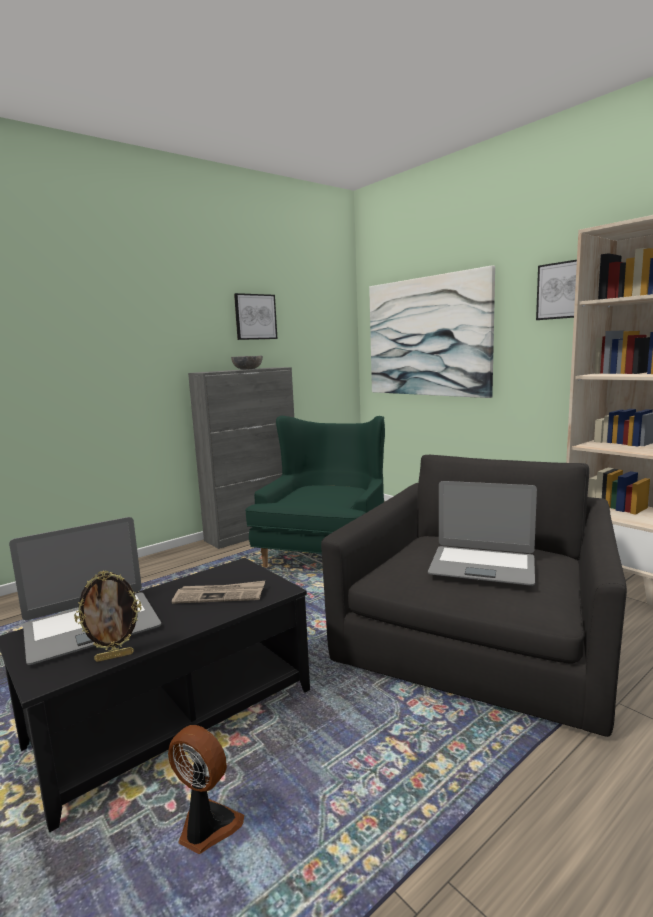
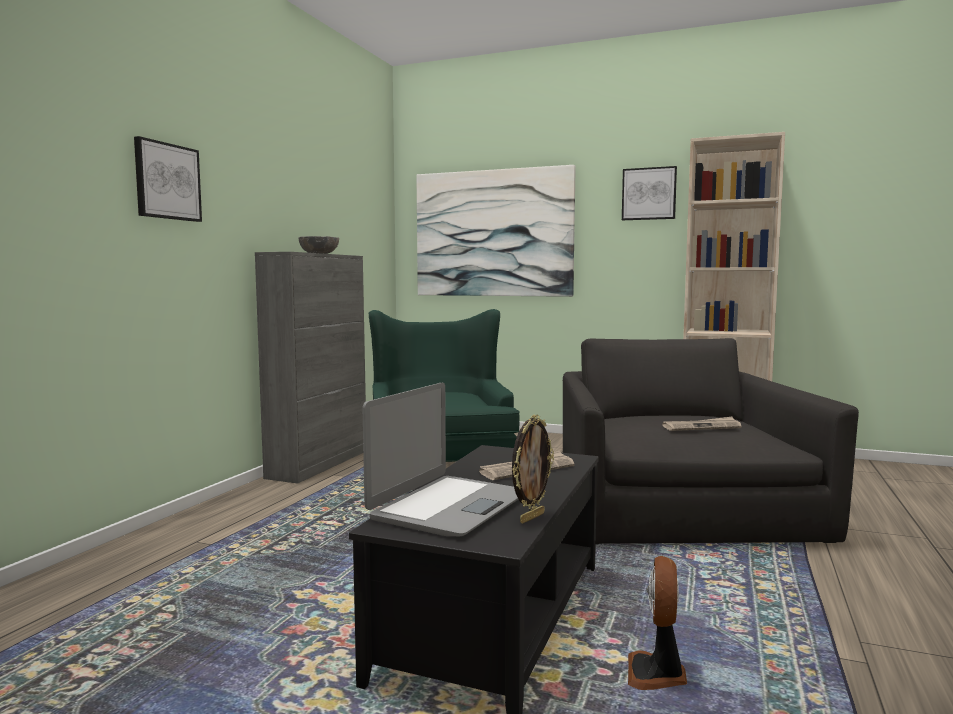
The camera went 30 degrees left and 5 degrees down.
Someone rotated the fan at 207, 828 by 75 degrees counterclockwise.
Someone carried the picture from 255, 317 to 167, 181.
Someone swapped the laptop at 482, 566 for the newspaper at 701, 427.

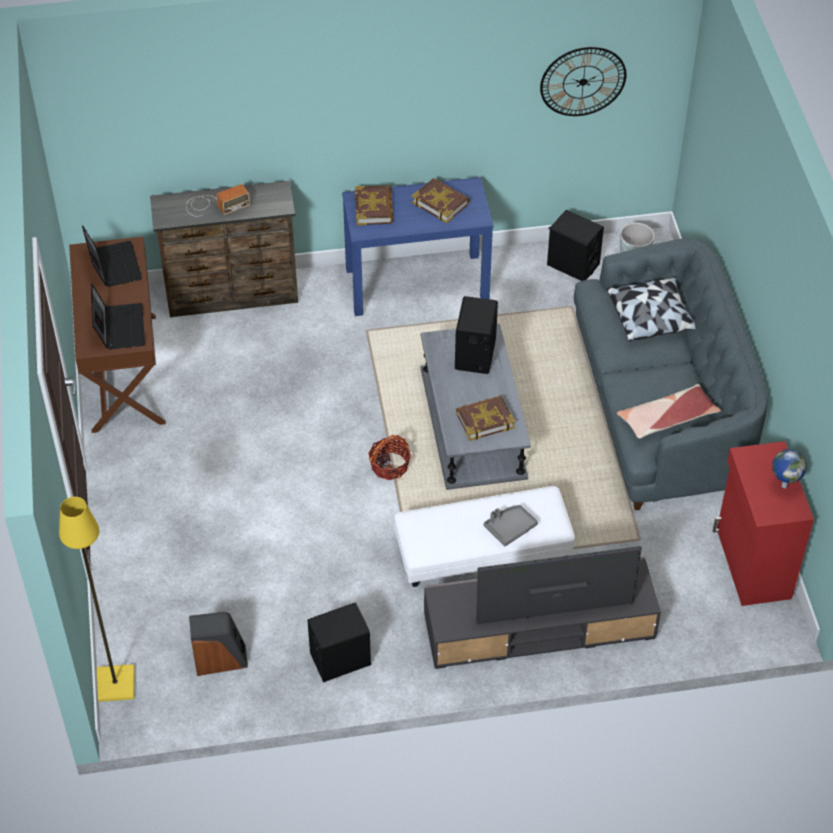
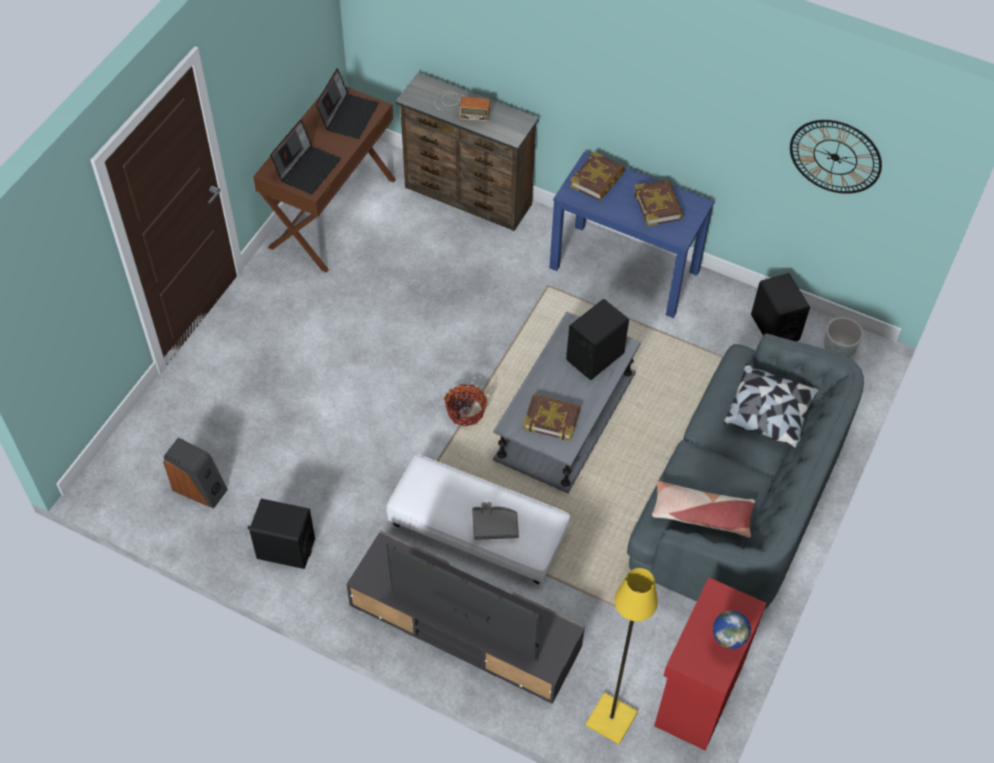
The camera went 35 degrees right and 5 degrees up.
Someone carried the yellow floor lamp from 114, 683 to 611, 718.

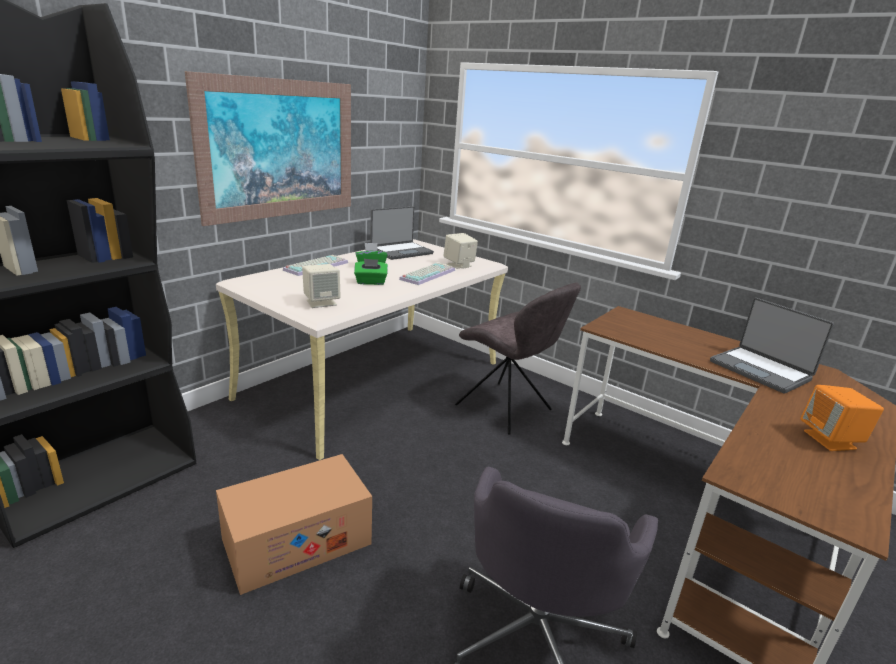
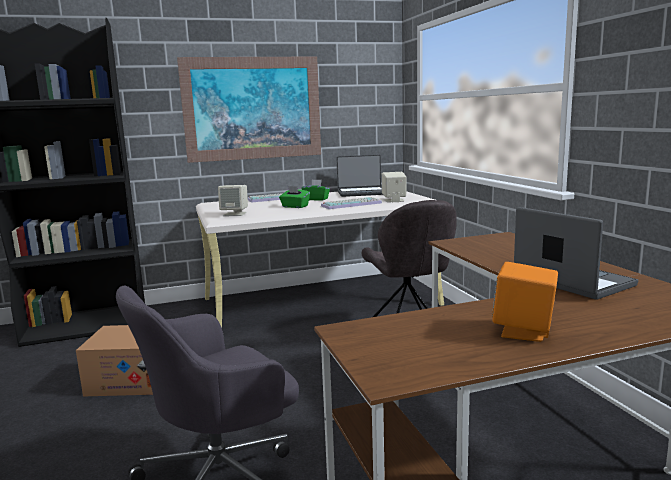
The camera went 35 degrees right and 10 degrees down.
Someone rotated the laptop at 761, 370 by 150 degrees clockwise.

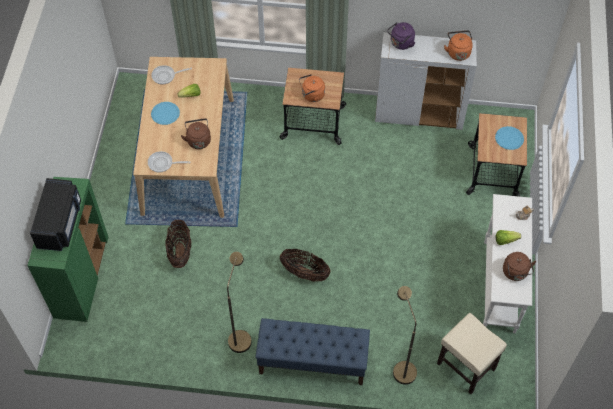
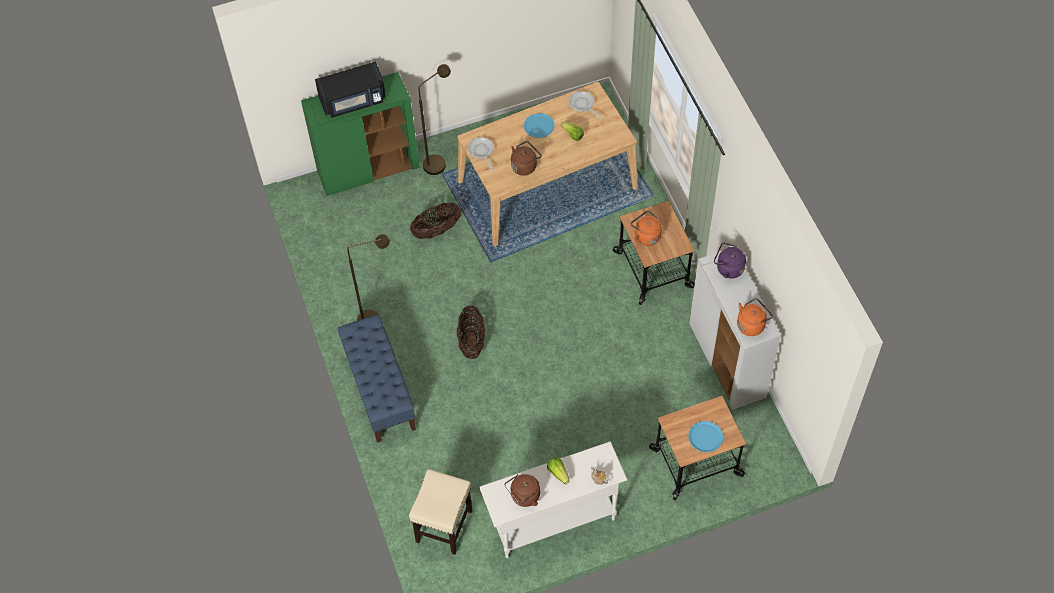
The camera went 65 degrees right and 0 degrees up.
Someone carried the brown floor lamp from 401, 367 to 438, 161.

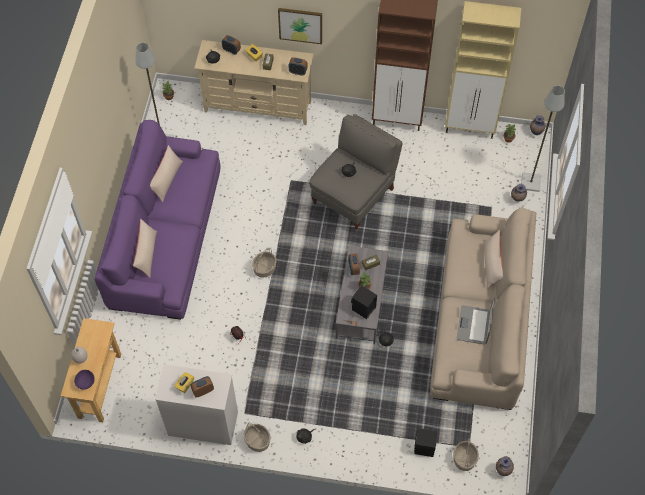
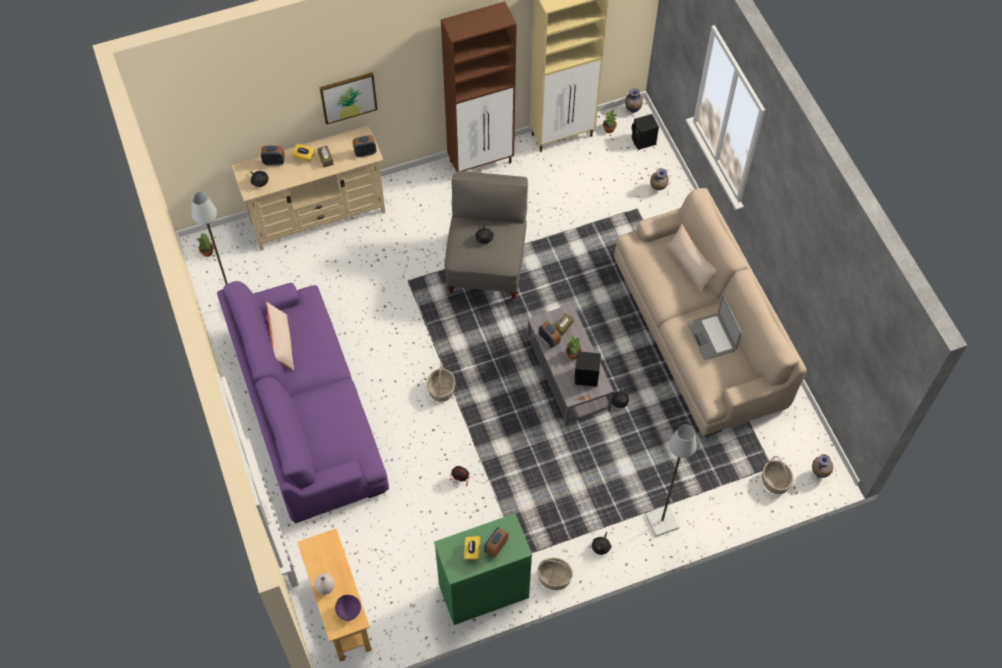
The camera went 30 degrees left and 0 degrees up.
Someone took away the beige pillow at 146, 254.
Someone repainted the white dresser at 202, 423, which became the green dresser at 483, 591.
Someone carried the black speaker from 424, 448 to 643, 141.
Someone carried the grey floor lamp from 530, 182 to 661, 521.

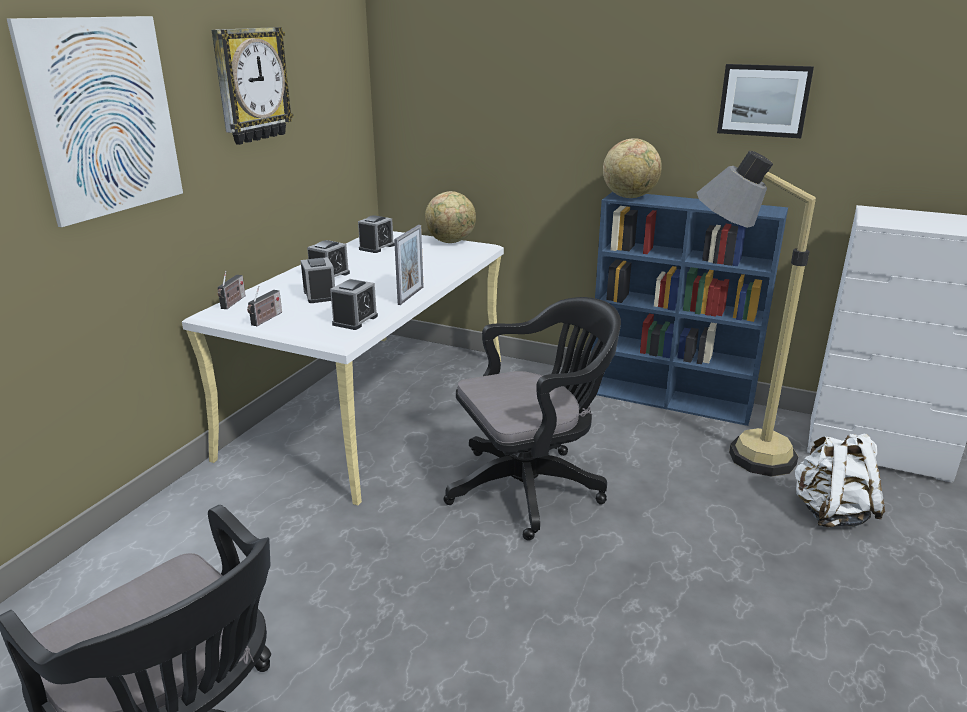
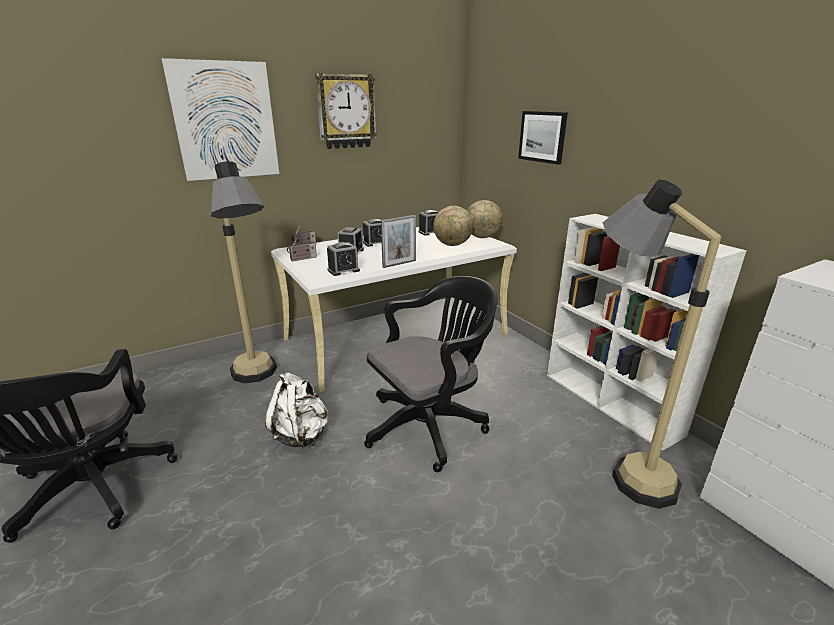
The camera went 35 degrees right and 0 degrees up.
Someone rotated the black office chair at 532, 487 by 45 degrees counterclockwise.
Someone repainted the blue bookcase at 671, 400, which became the white bookcase at 611, 403.
Someone carried the globe from 629, 197 to 452, 245.
Someone carried the picture from 764, 100 to 542, 137.
Someone carried the white backpack from 830, 513 to 301, 435.
Someone put down the floor lamp at 260, 380.

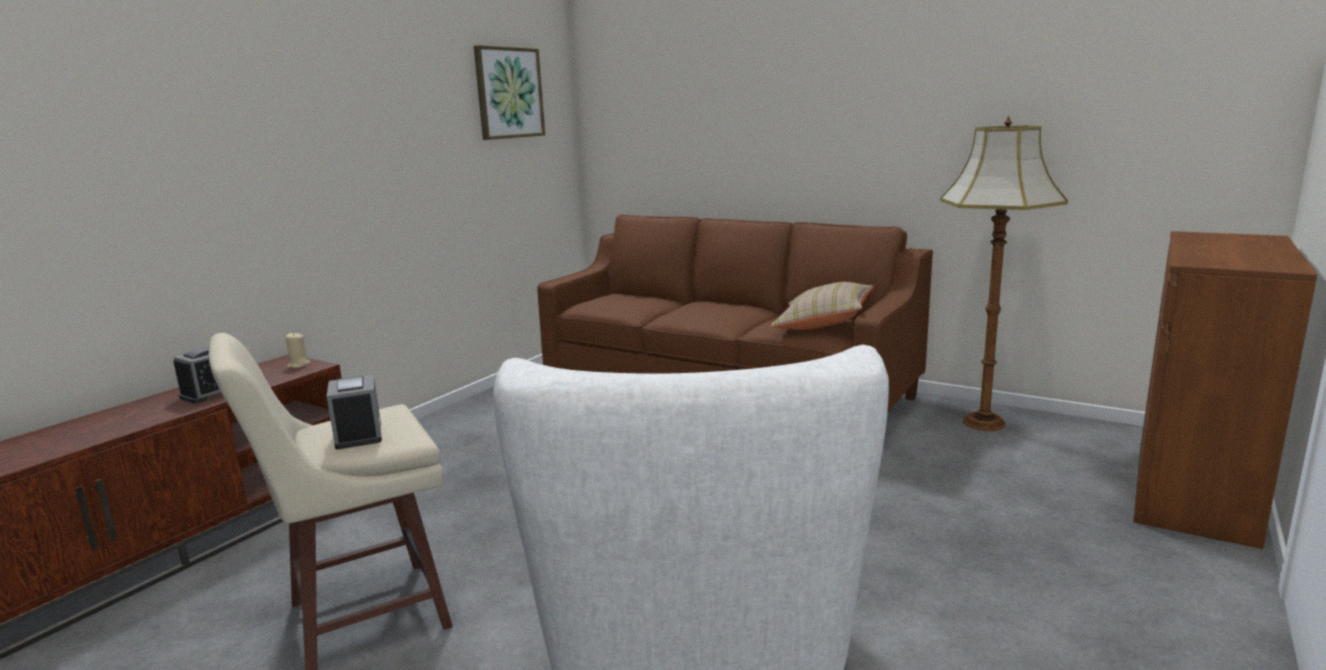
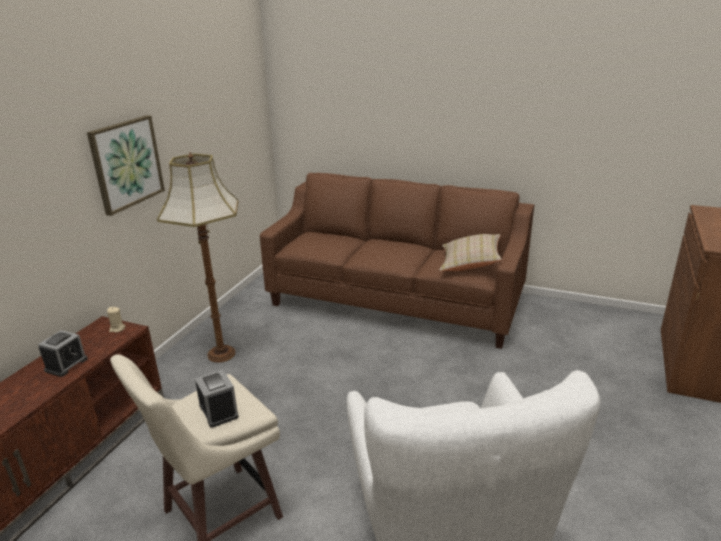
The camera went 10 degrees left and 10 degrees up.
Someone carried the picture from 508, 93 to 126, 163.
Someone carried the floor lamp from 984, 422 to 222, 353.

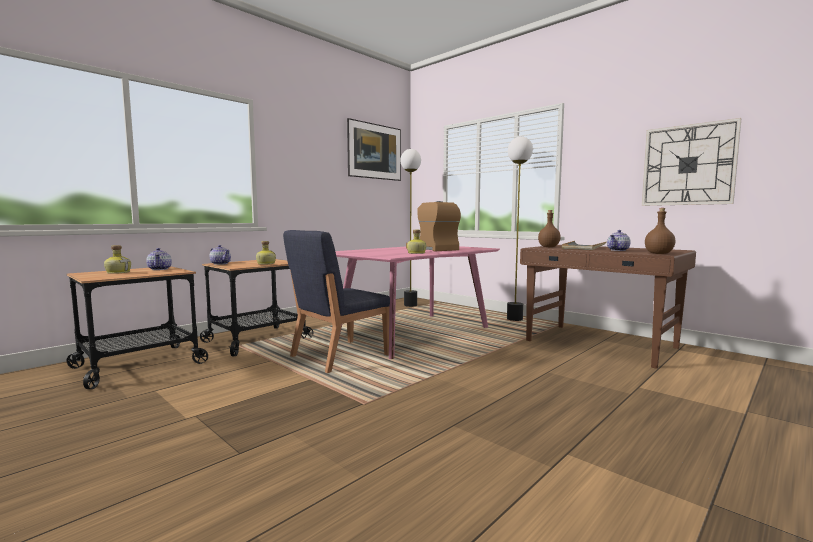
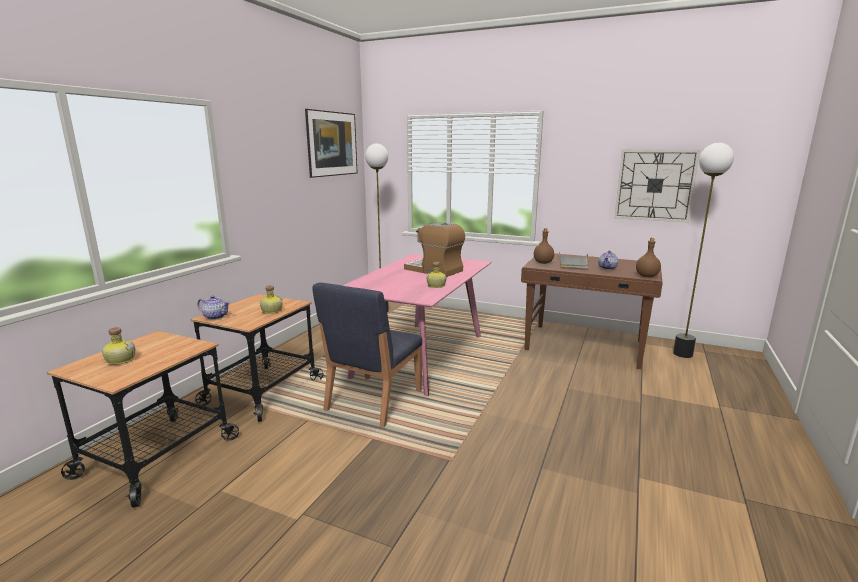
The camera went 20 degrees left and 10 degrees up.
Someone took away the teapot at 160, 269.
Someone carried the floor lamp from 515, 319 to 683, 354.

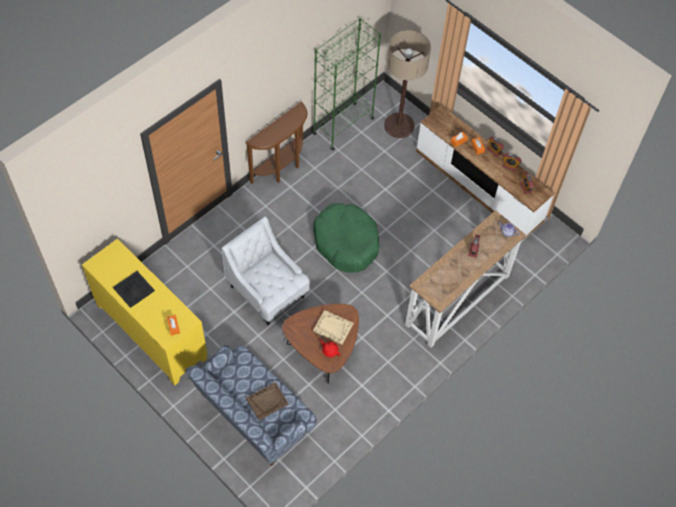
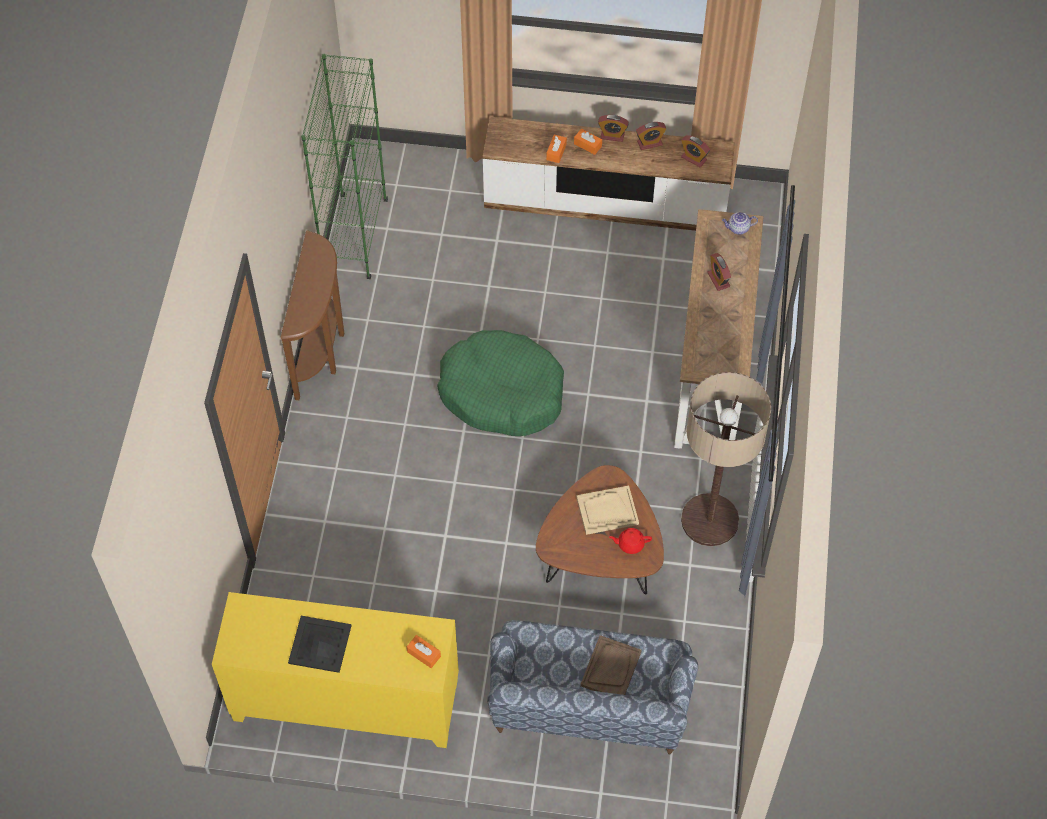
The camera went 35 degrees left and 0 degrees up.
Someone took away the white armchair at 268, 292.
Someone carried the floor lamp from 399, 126 to 710, 520.

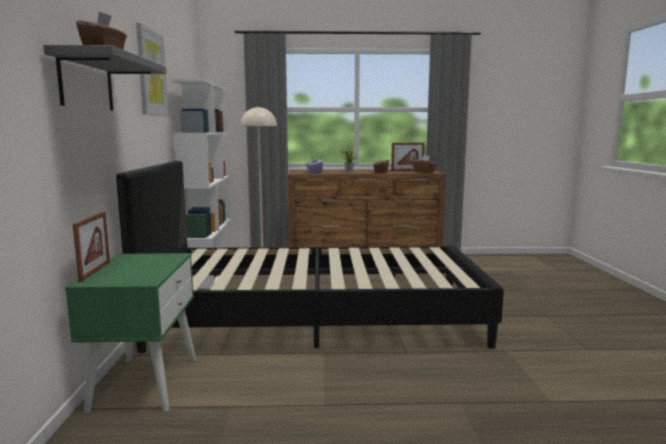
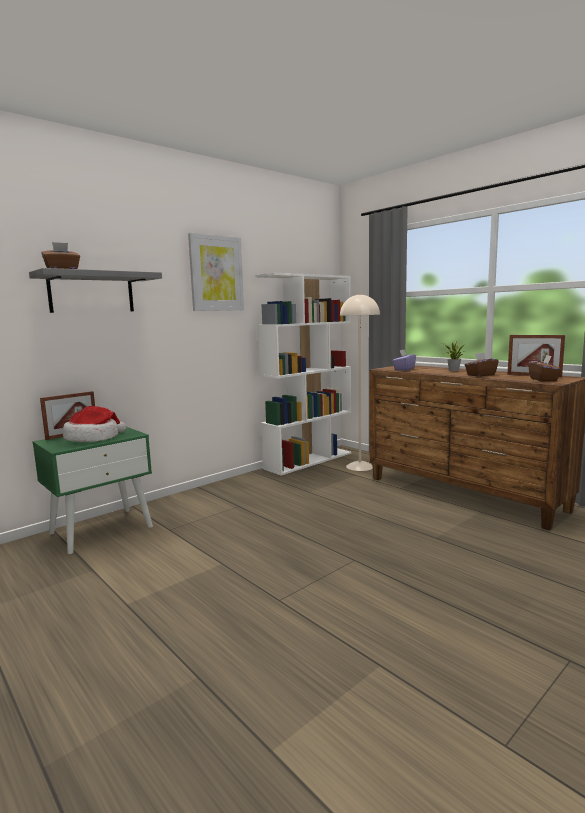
The camera went 50 degrees right and 0 degrees up.
Someone took away the black bed at 317, 318.
Someone put down the hat at 93, 438.

